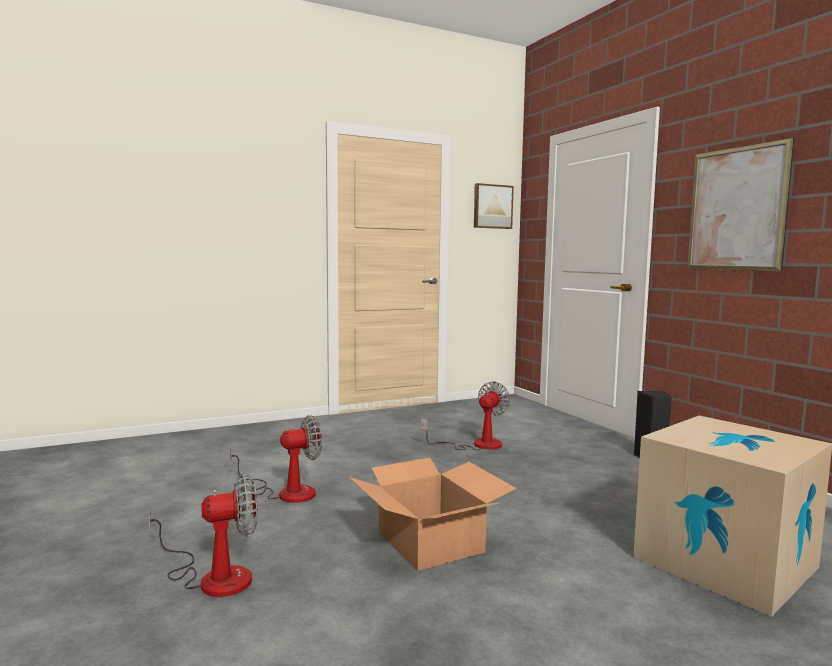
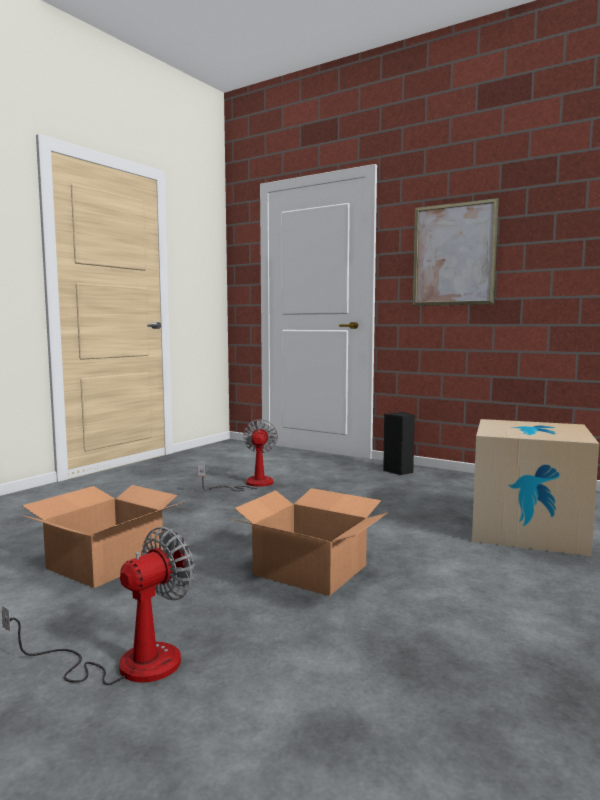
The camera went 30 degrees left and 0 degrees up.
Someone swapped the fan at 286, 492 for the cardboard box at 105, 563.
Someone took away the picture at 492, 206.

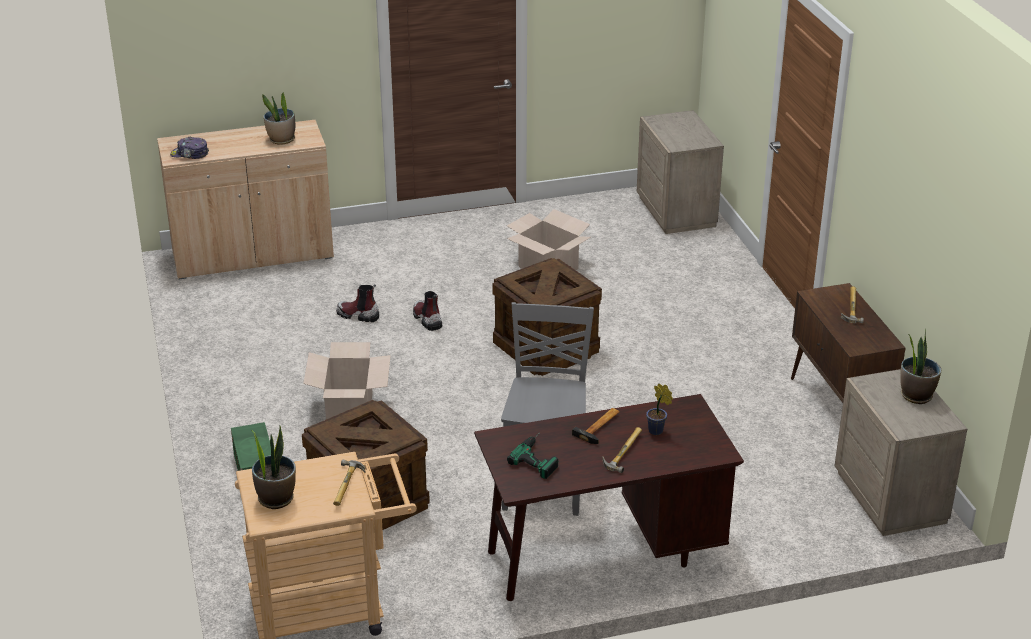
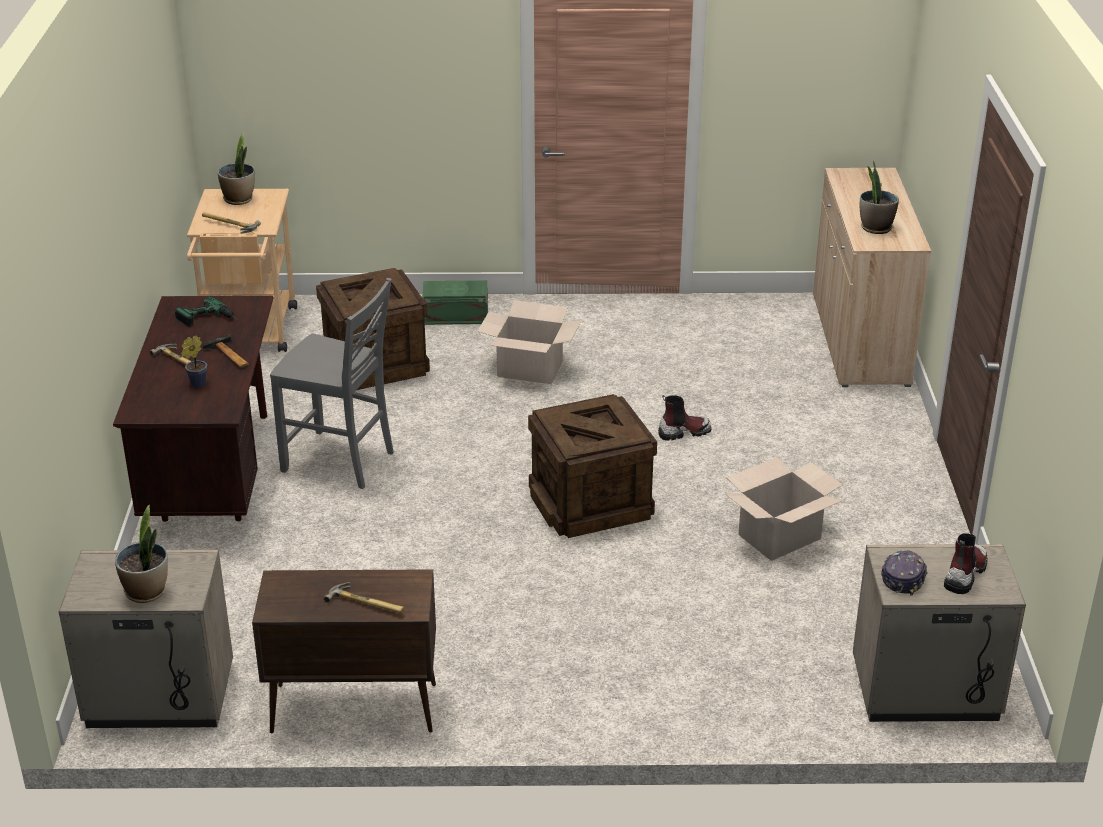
The camera went 105 degrees right and 0 degrees up.
Someone carried the cap from 189, 154 to 903, 577.
Someone carried the boot from 357, 315 to 964, 574.

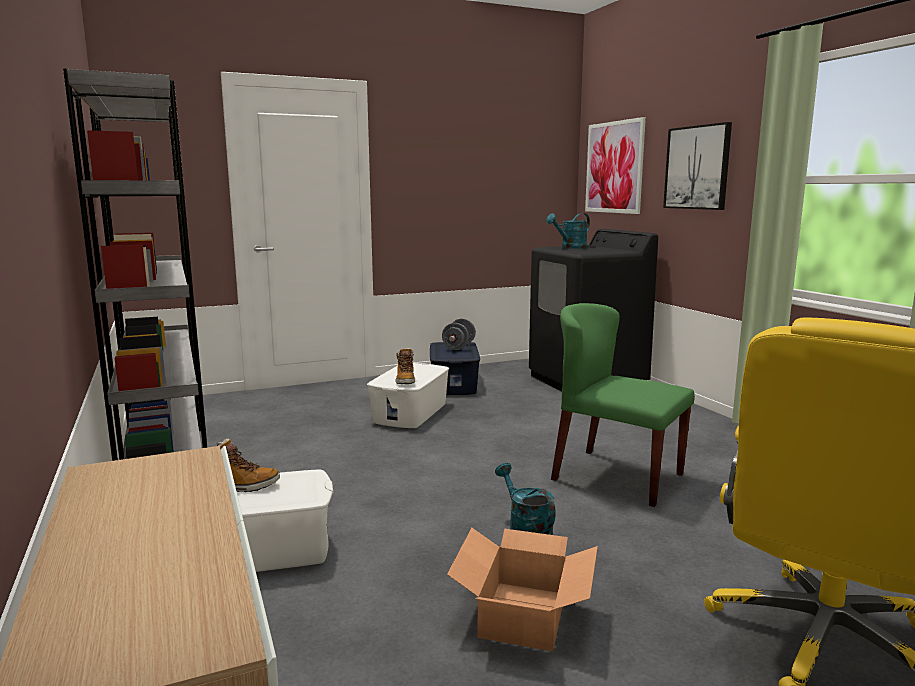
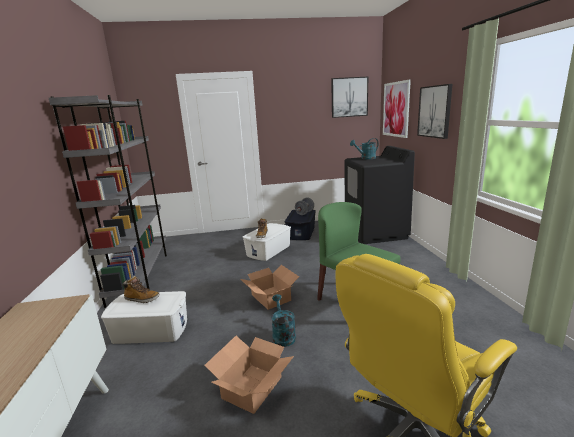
The camera went 15 degrees right and 5 degrees up.
Someone put down the cardboard box at 271, 297.
Someone put up the picture at 349, 97.

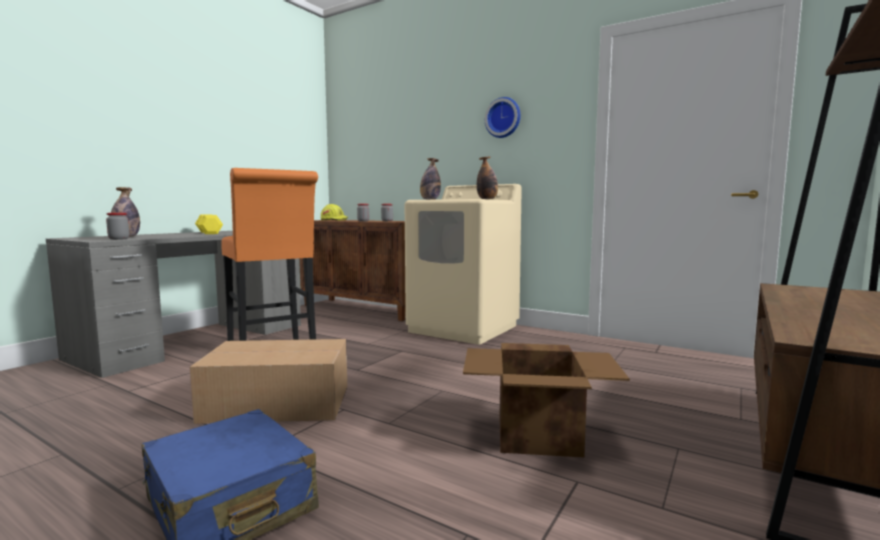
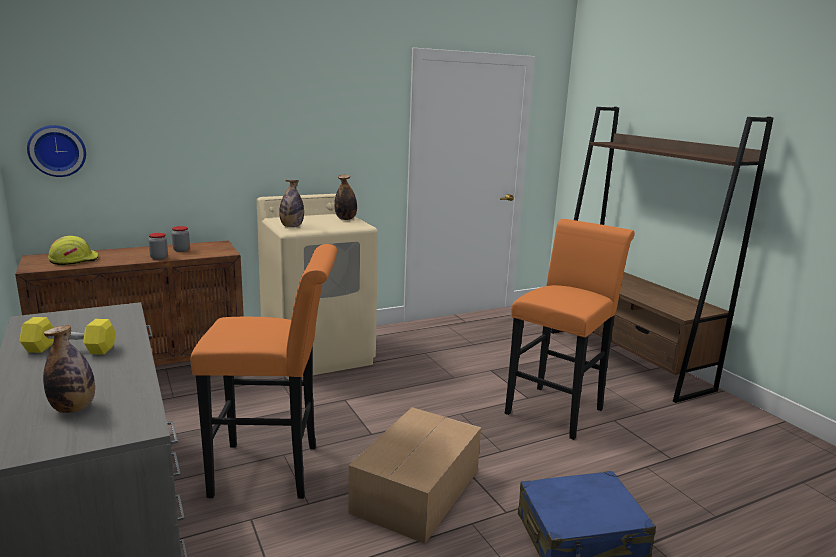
The camera went 60 degrees left and 10 degrees up.
Someone took away the jar at 119, 239.
Someone swapped the cardboard box at 539, 435 for the orange stool at 558, 408.
Someone carried the wall clock from 503, 118 to 57, 150.

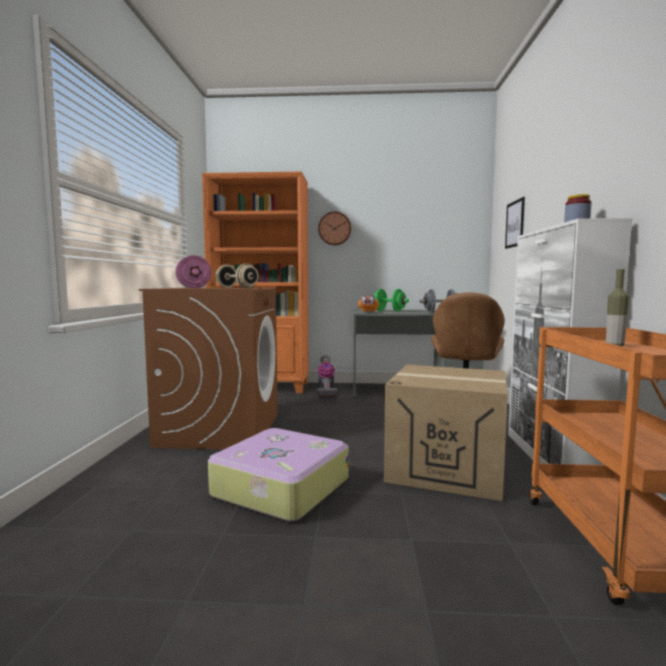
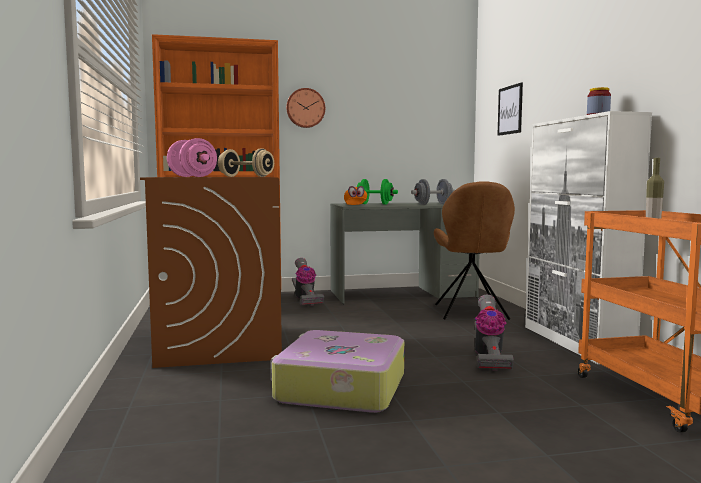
The camera went 15 degrees left and 0 degrees up.
Someone swapped the cardboard box at 447, 468 for the vacuum cleaner at 488, 358.

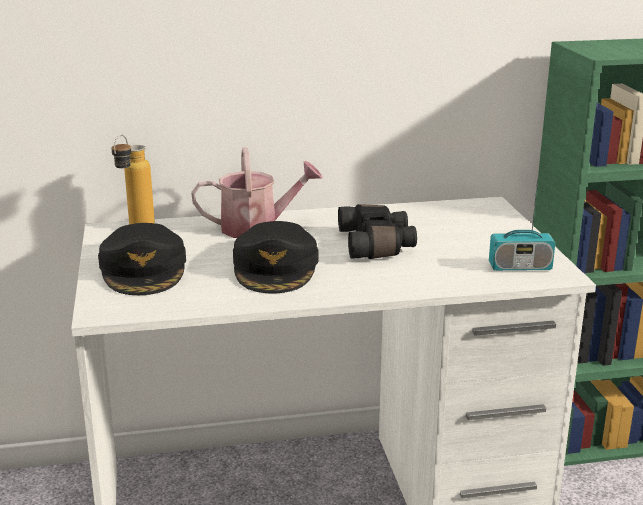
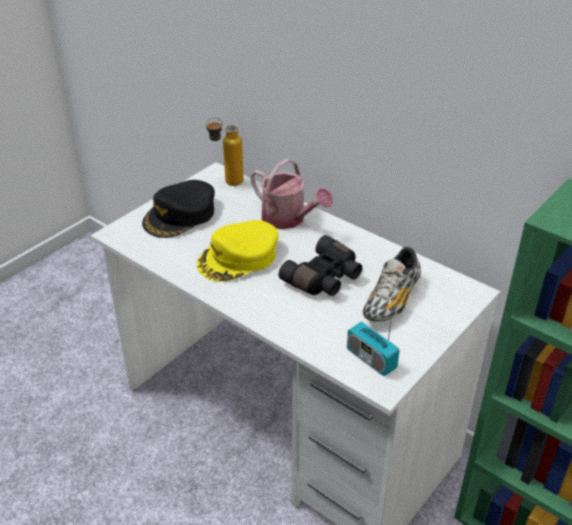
The camera went 50 degrees right and 15 degrees up.
Someone repainted the black cap at 276, 268, which became the yellow cap at 239, 258.
Someone put down the shoe at 392, 300.

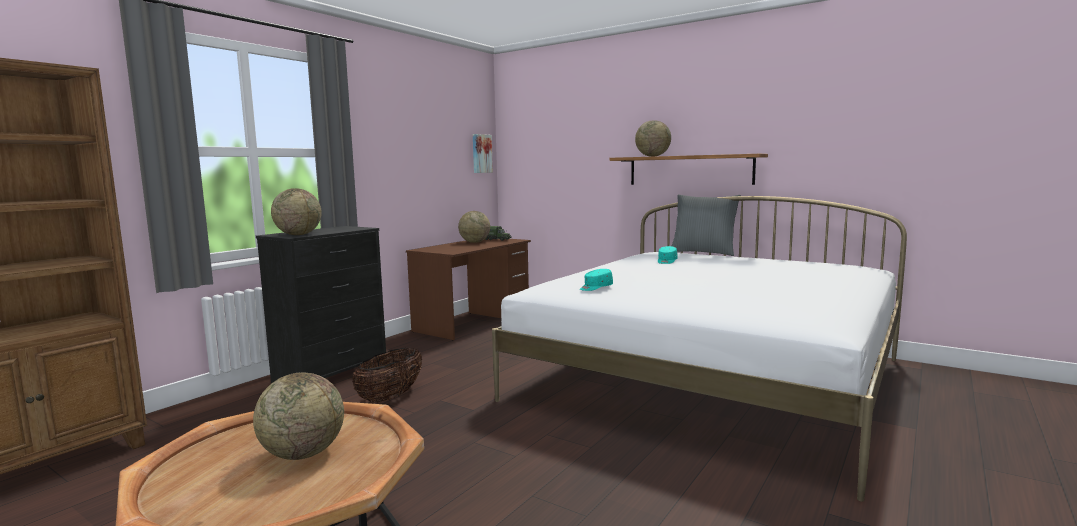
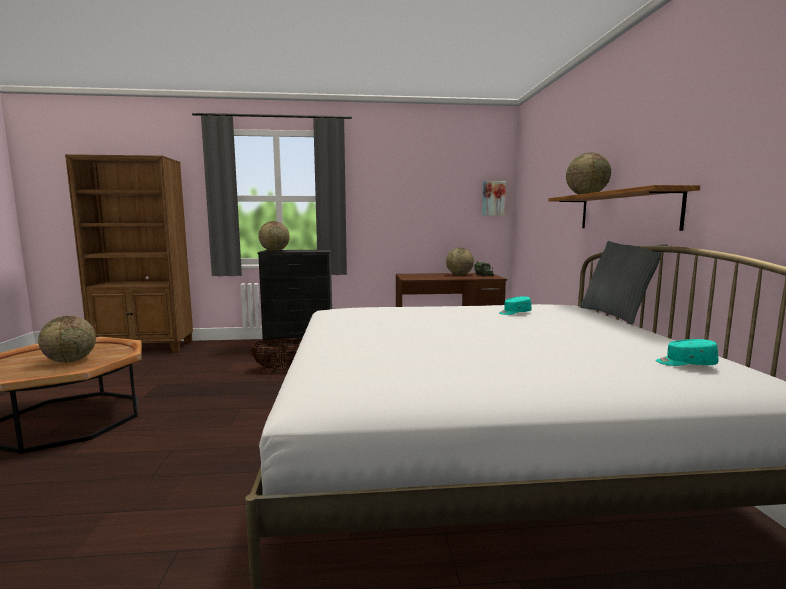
The camera went 50 degrees right and 0 degrees up.
Someone carried the turquoise cap from 595, 288 to 685, 364.

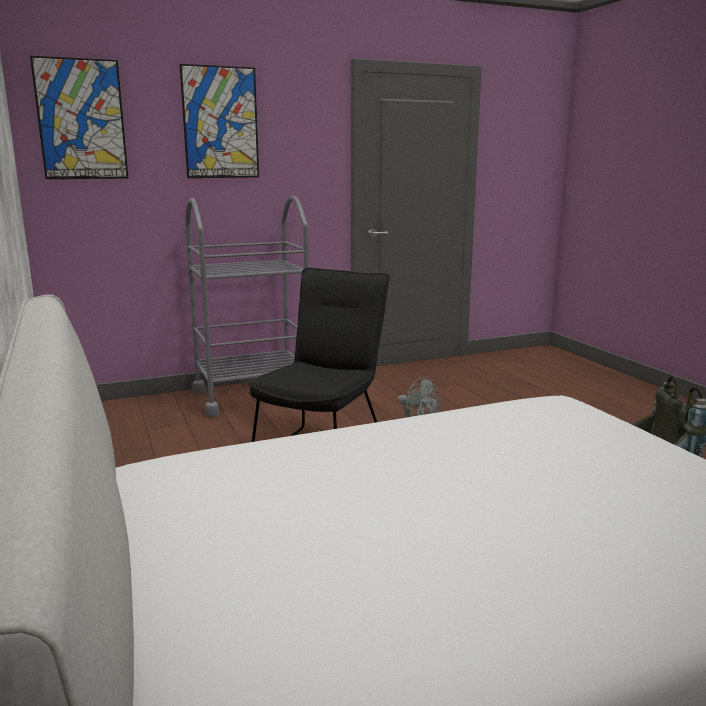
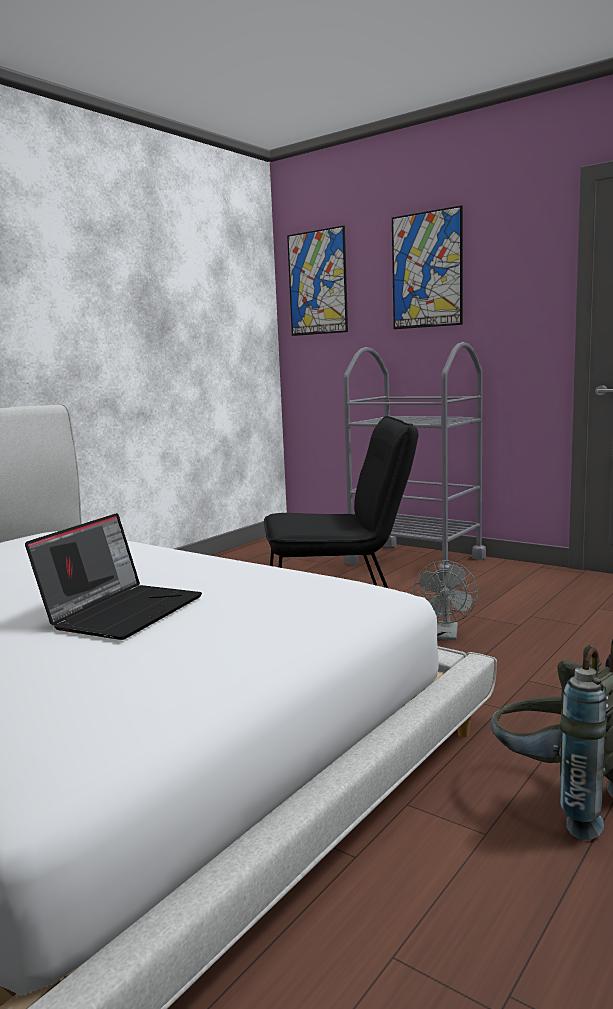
The camera went 60 degrees right and 5 degrees down.
Someone put down the laptop at 123, 611.

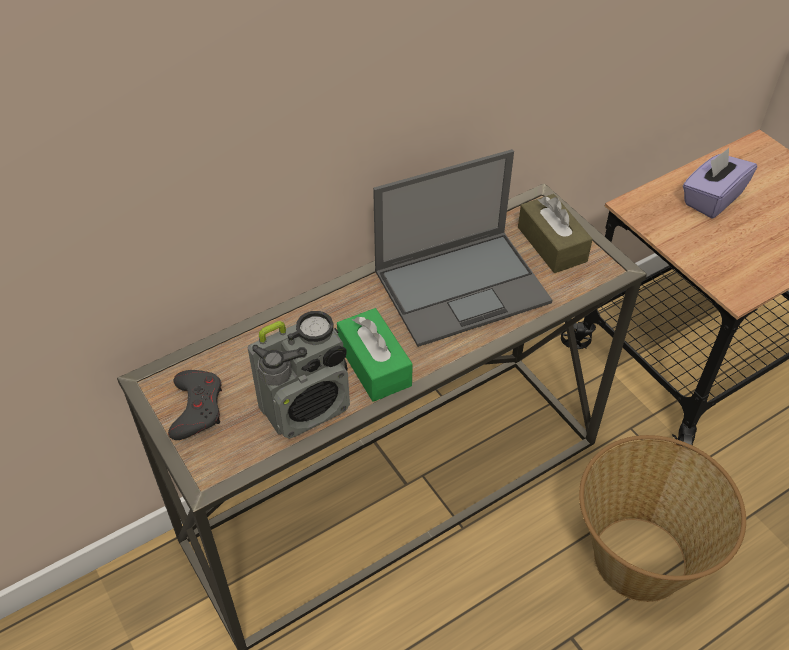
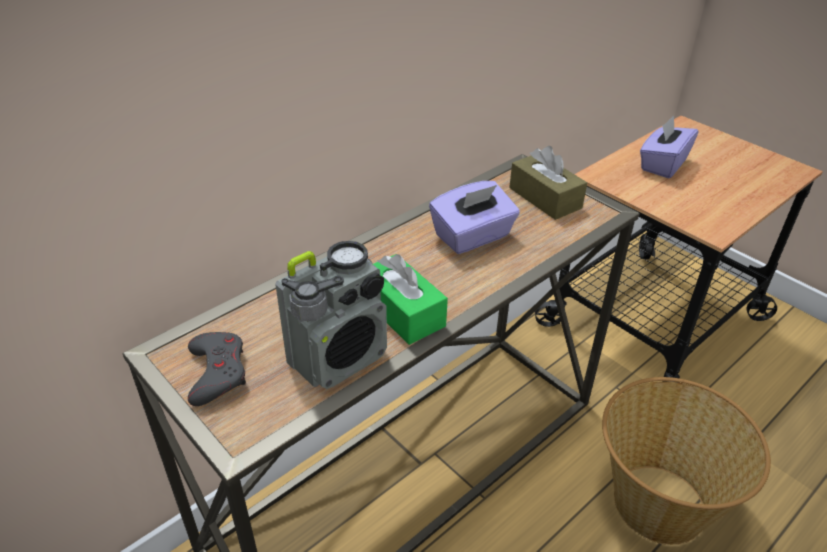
The camera went 10 degrees left and 10 degrees down.
Someone swapped the laptop at 463, 286 for the purple tissue box at 473, 237.

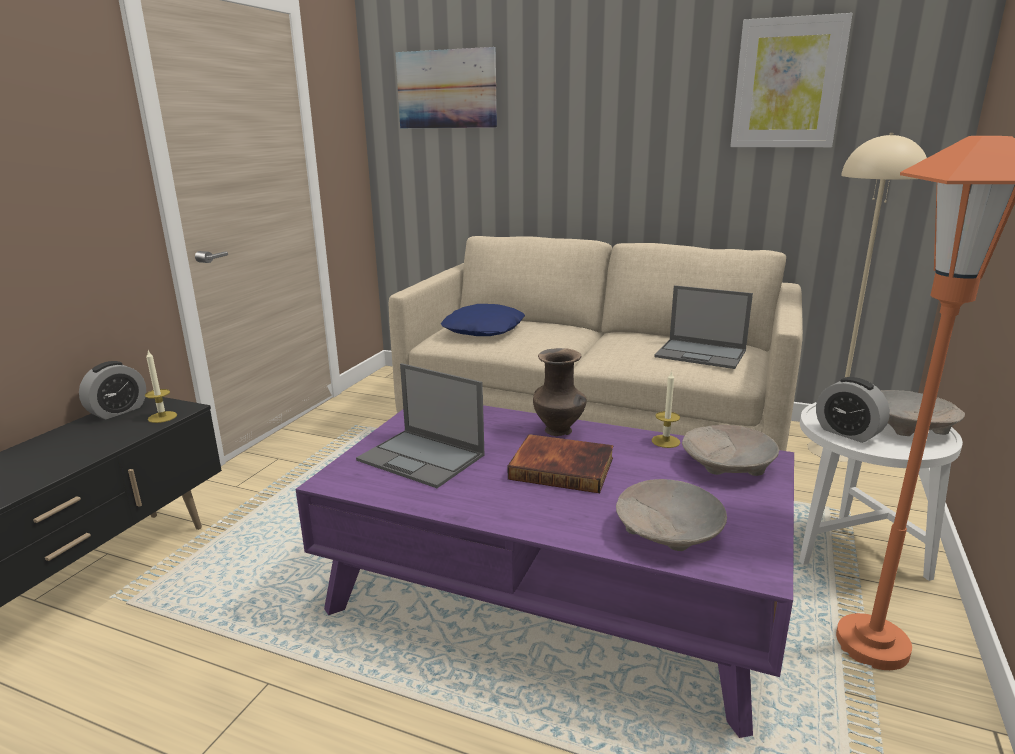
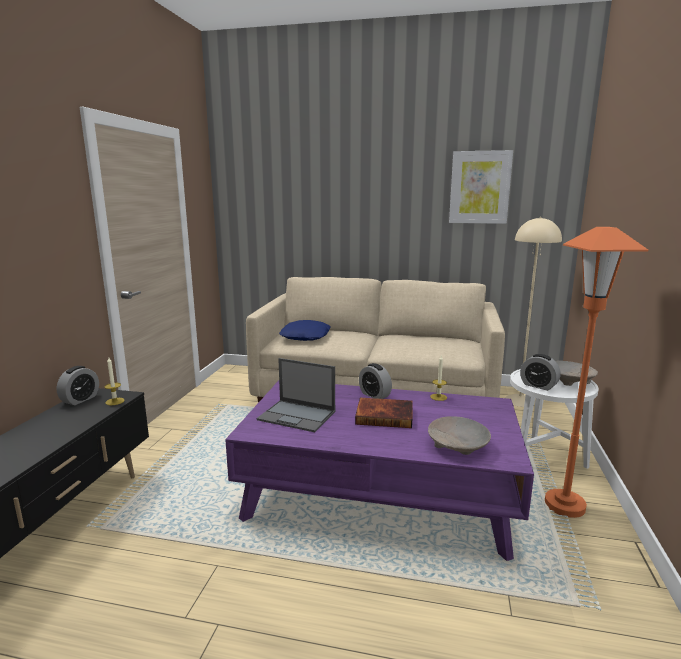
The camera went 10 degrees left and 5 degrees down.
Someone took away the picture at 446, 89.
Someone swapped the brown vase at 559, 431 for the alarm clock at 374, 395.
Someone took away the laptop at 701, 354.
Someone took away the beige bowl at 728, 465.

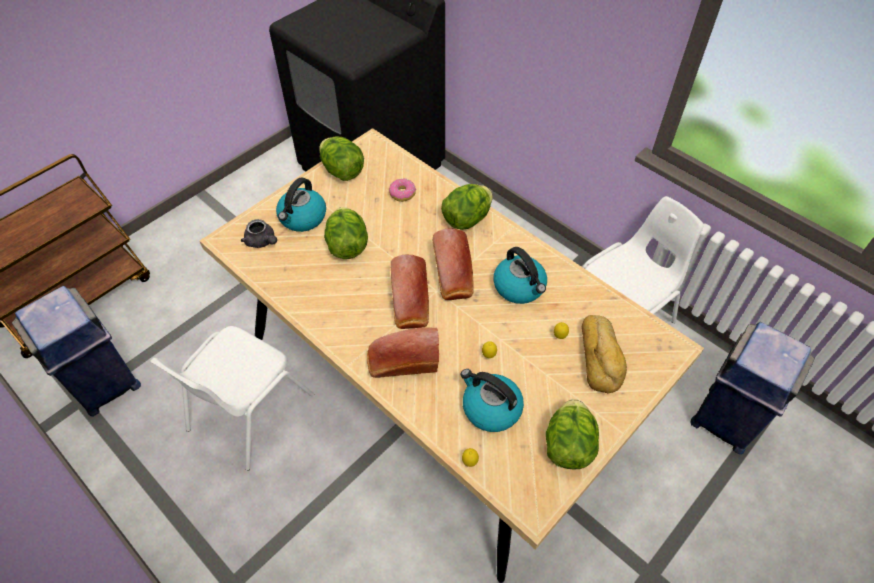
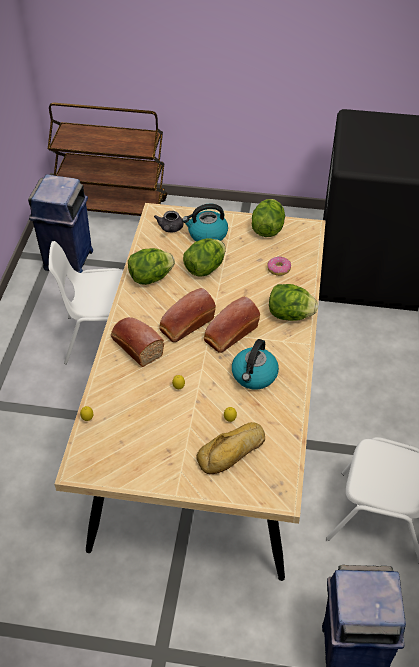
The camera went 55 degrees right and 5 degrees down.
Someone took away the kettle at 490, 408.
Someone carried the lettuce from 568, 445 to 151, 277.

